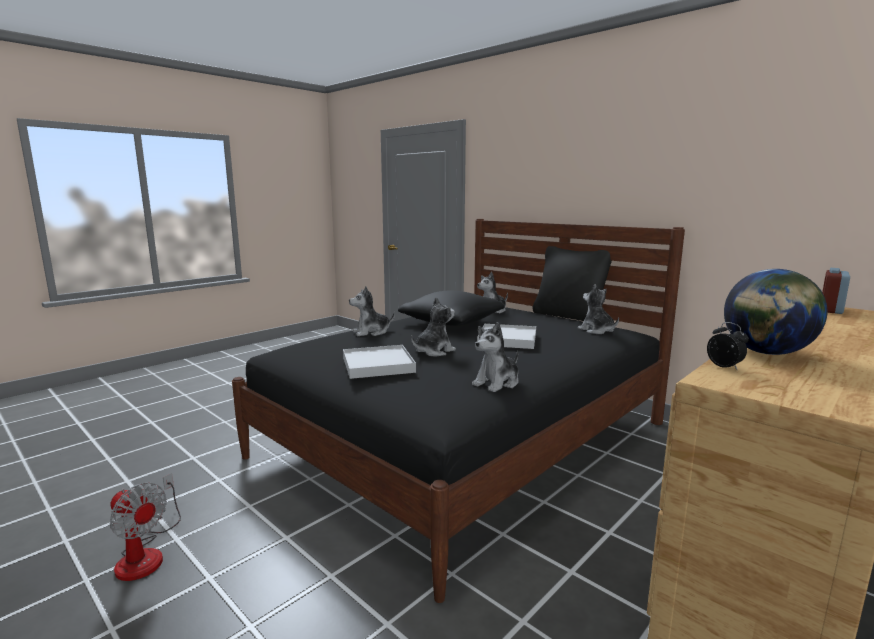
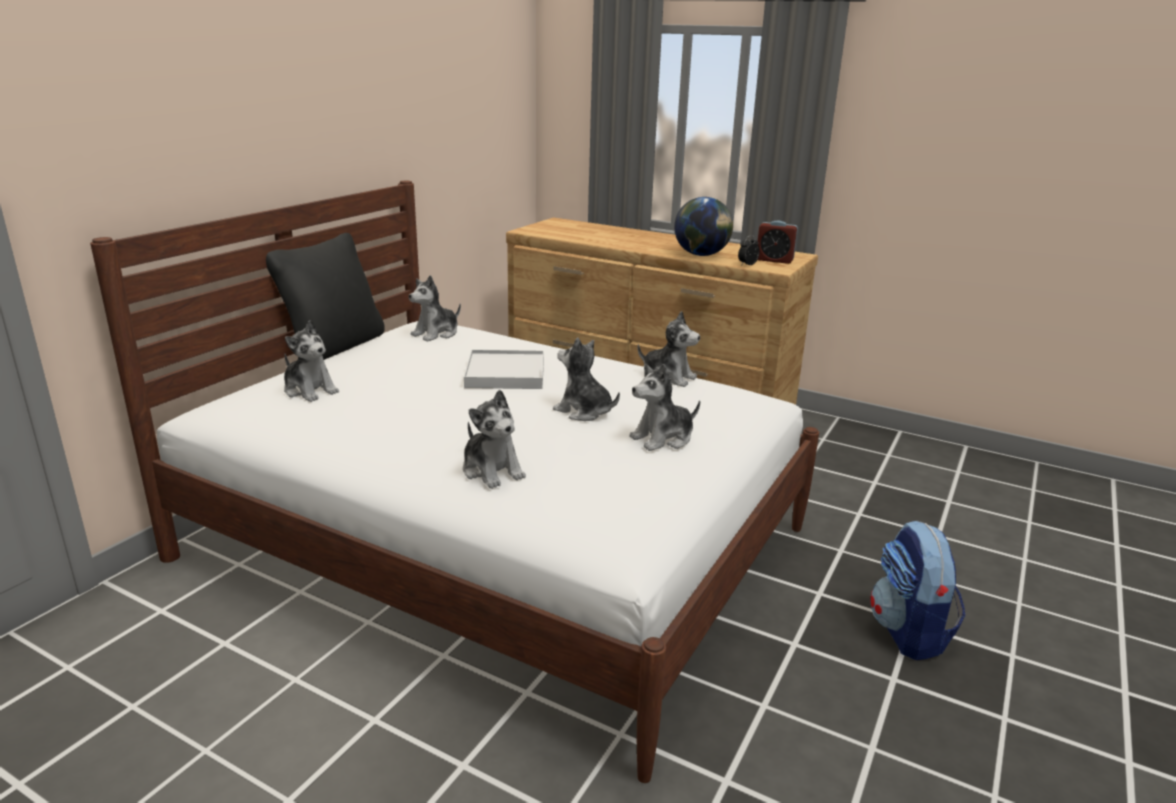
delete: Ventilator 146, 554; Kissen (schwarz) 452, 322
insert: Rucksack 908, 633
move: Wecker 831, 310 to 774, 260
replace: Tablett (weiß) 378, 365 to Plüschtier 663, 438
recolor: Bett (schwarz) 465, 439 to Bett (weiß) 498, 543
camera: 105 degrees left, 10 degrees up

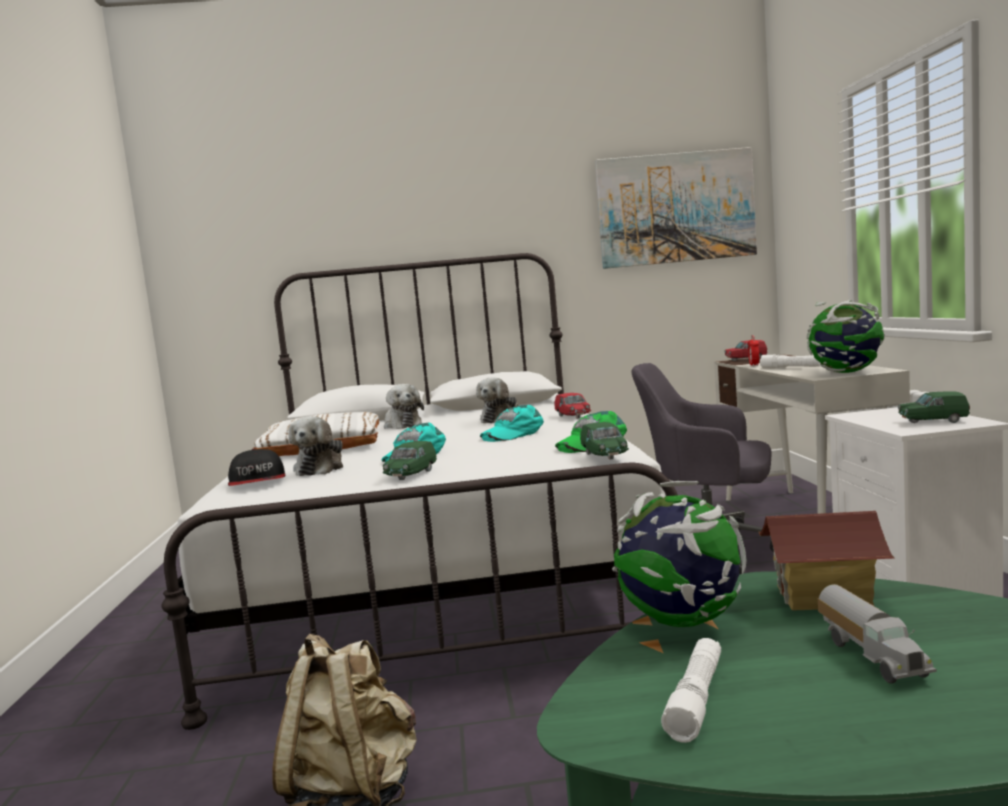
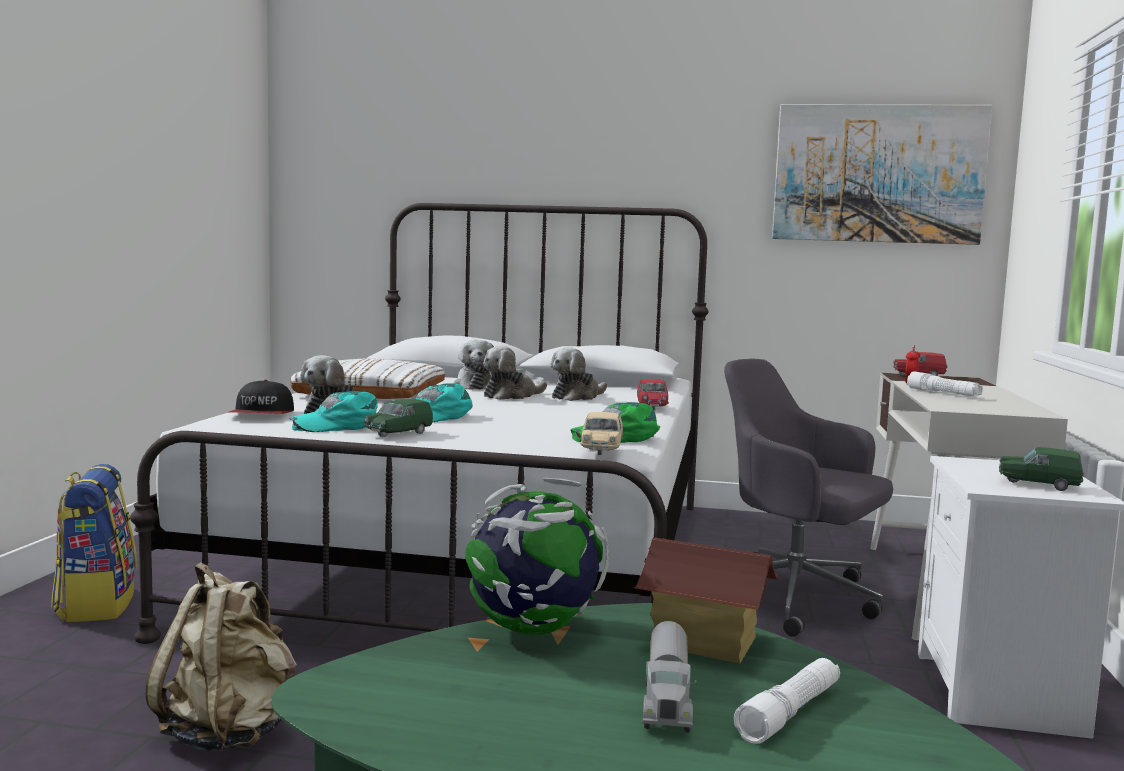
delete: Globus 846, 372
insert: Rucksack 96, 604; Plüschtier 511, 396
move: Kappe (türkis) 513, 434 to 339, 425; Taschenlampe (weiß) 696, 699 to 790, 712
recolor: Spielzeugauto (grün) 605, 455 to Spielzeugauto (beige) 601, 450
camera: 15 degrees right, 0 degrees up

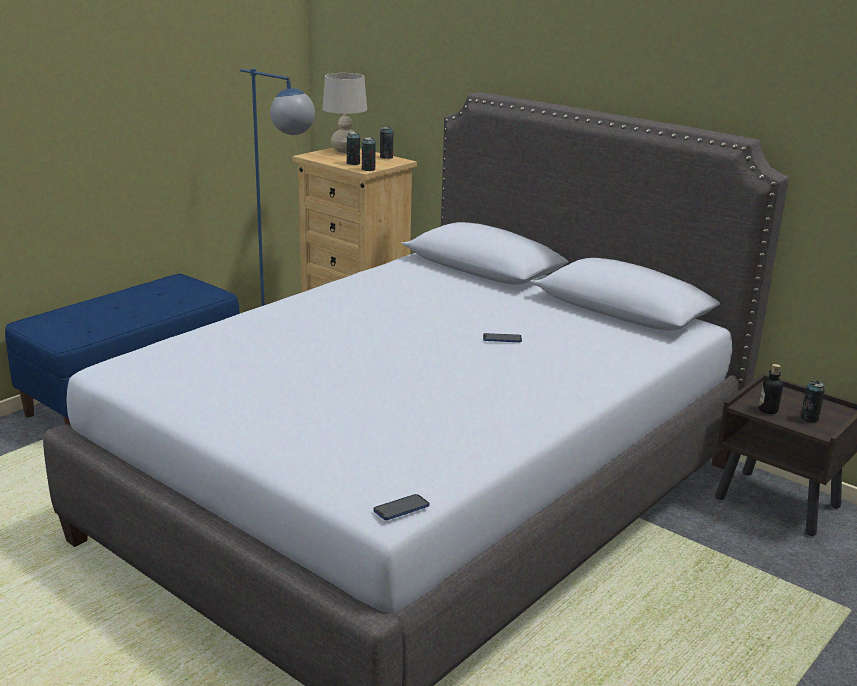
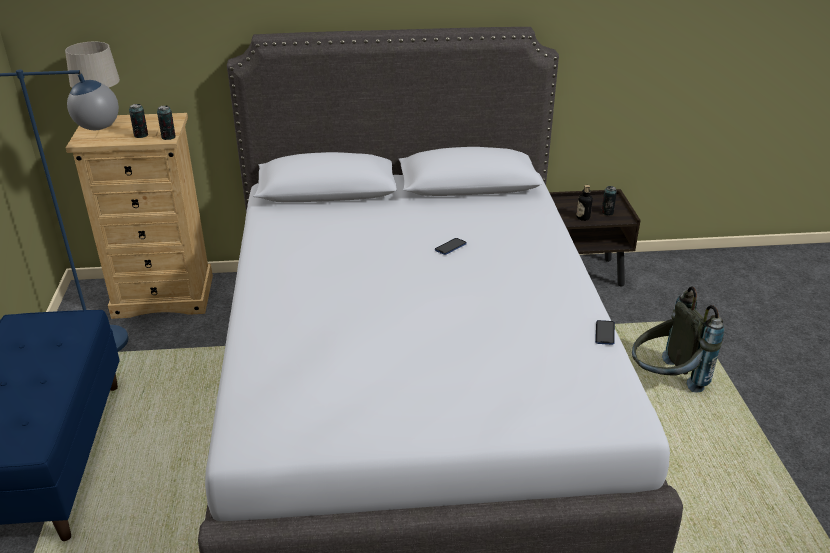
delete: Dose 386, 157
insert: Rucksack (grau) 665, 382
move: Handy 401, 508 to 604, 333
camera: 45 degrees left, 10 degrees up

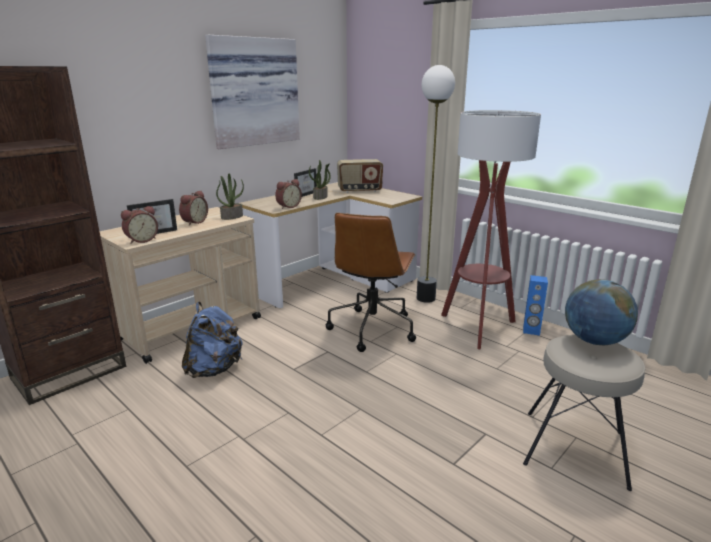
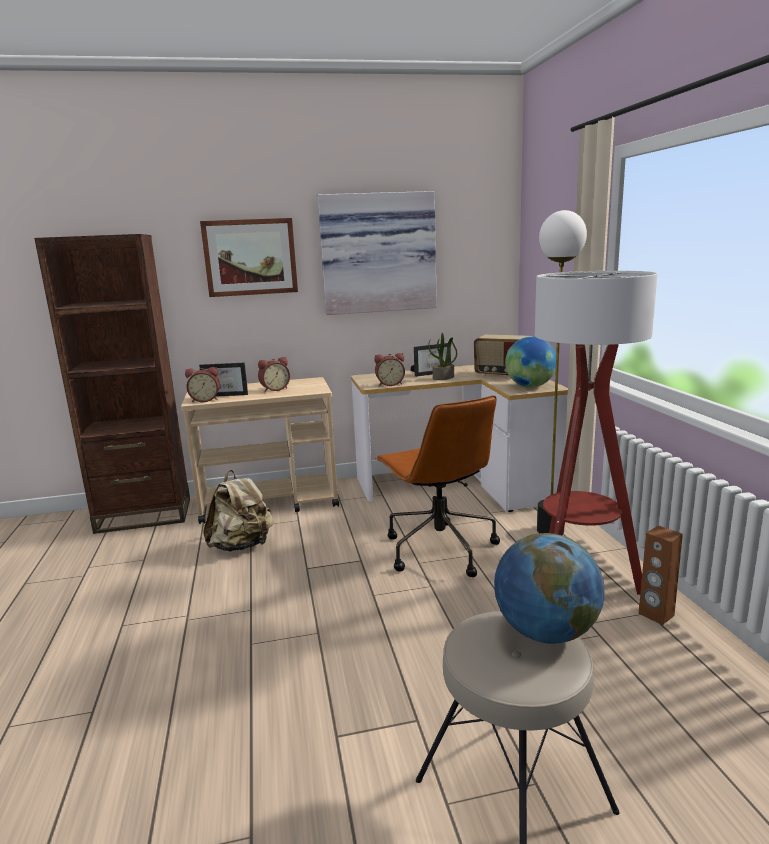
delete: Topfpflanze 232, 217
insert: Bild 250, 257; Globus 530, 386
recolor: Rucksack (blau) 214, 369 to Rucksack (beige) 242, 546; Lautsprecher (blau) 531, 331 to Lautsprecher (braun) 656, 614
rotate: Bürostuhl (braun) 372, 328 = 439, 549 75 degrees counterclockwise
camera: 35 degrees right, 5 degrees down

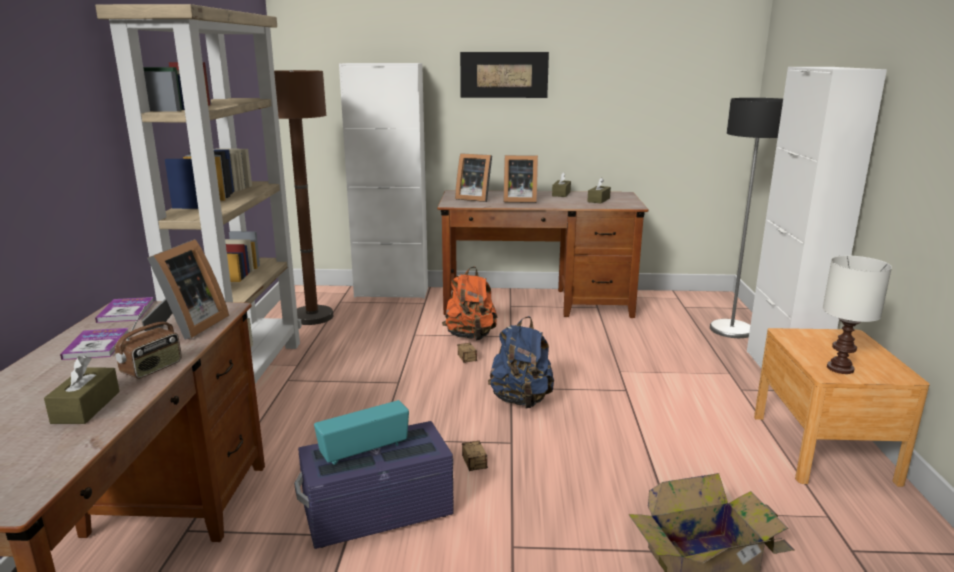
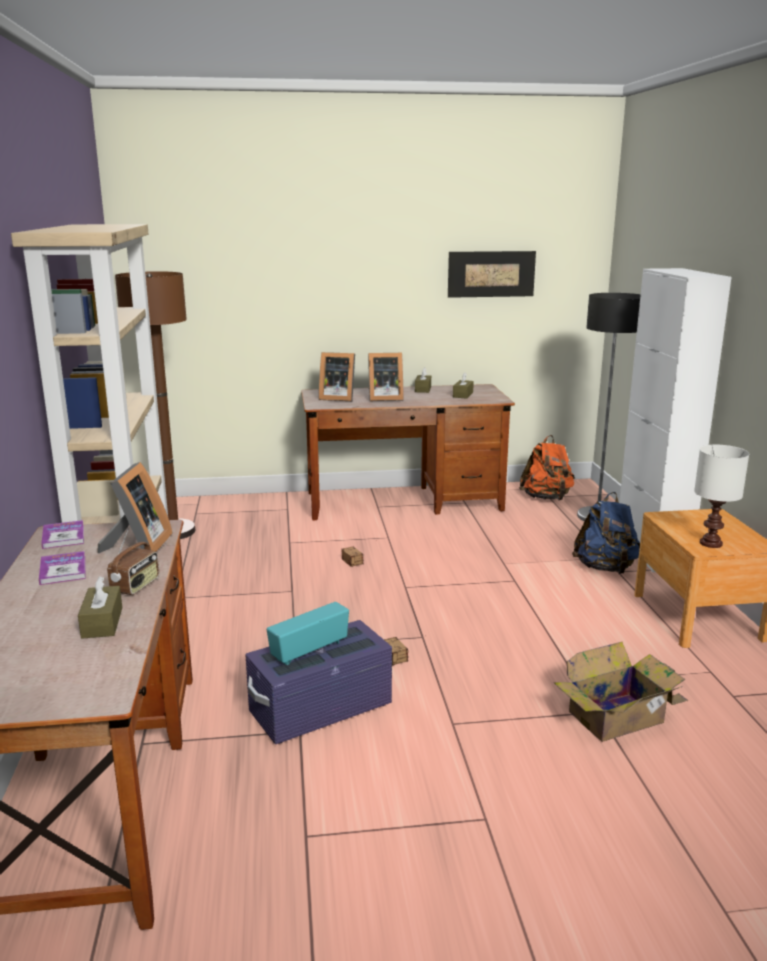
delete: Schrank (weiß) 391, 292
move: Rucksack (orange) 470, 336 to 546, 498; Bild 504, 75 to 491, 274; Rucksack (blau) 521, 400 to 605, 568
camera: 10 degrees left, 0 degrees up

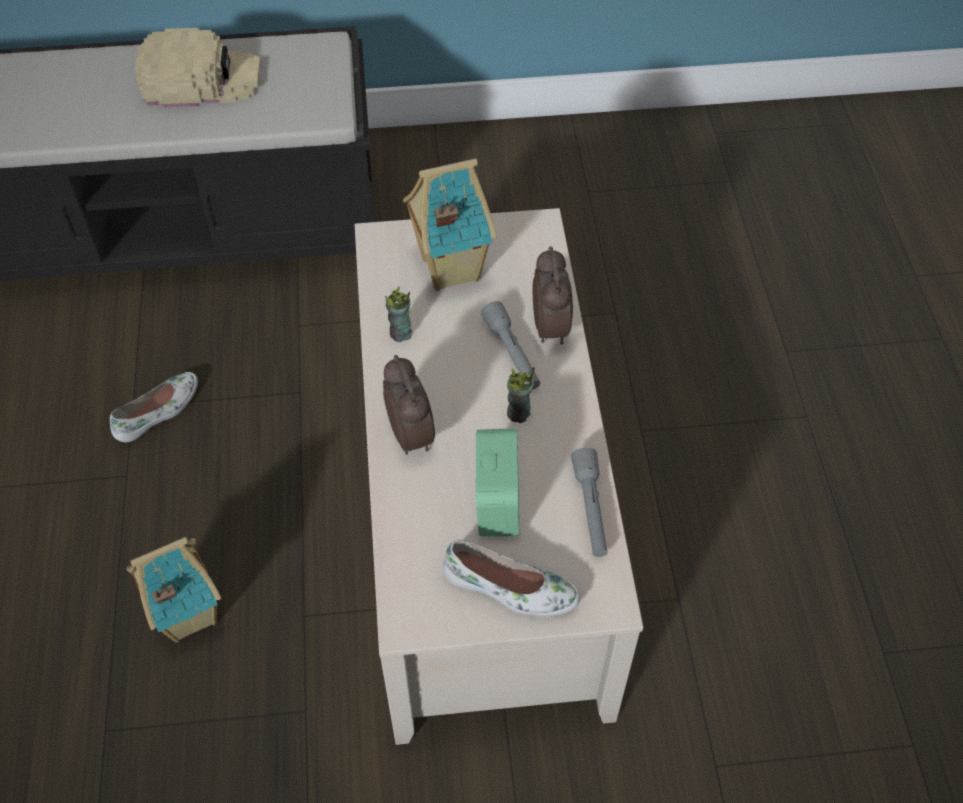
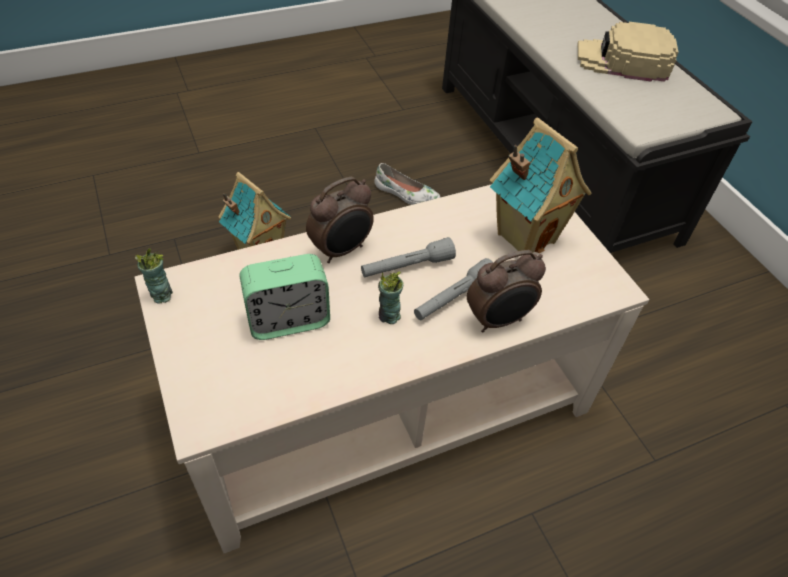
delete: Schuh (weiß) 510, 588
move: Tasse 400, 334 to 161, 295; Taschenlampe (grau) 590, 509 to 407, 267
rotate: Kappe (beige) 200, 78 = 623, 60 120 degrees clockwise
camera: 70 degrees right, 5 degrees down

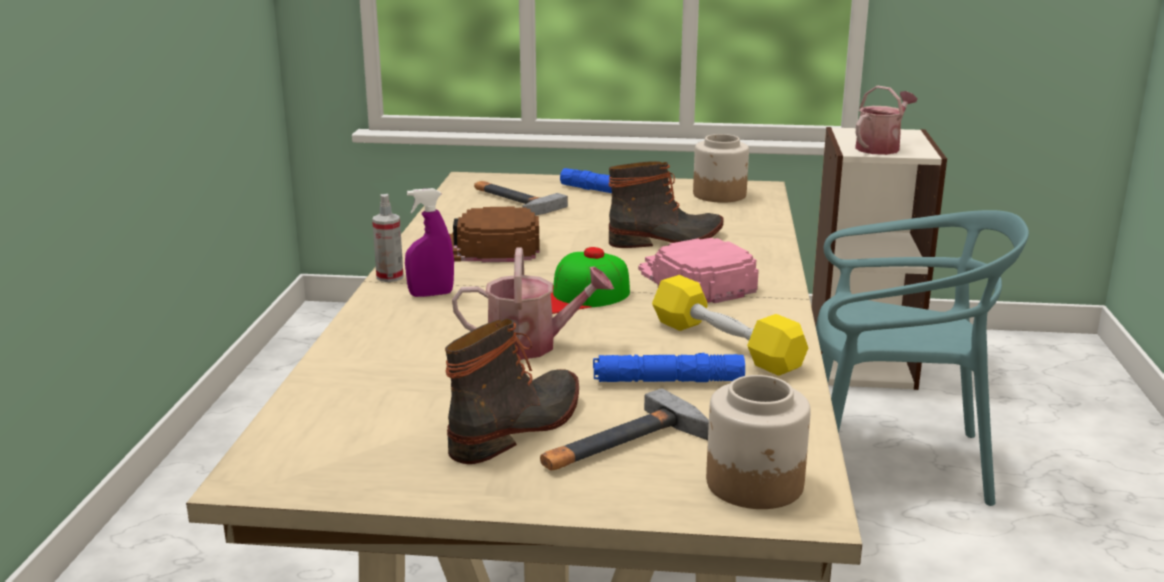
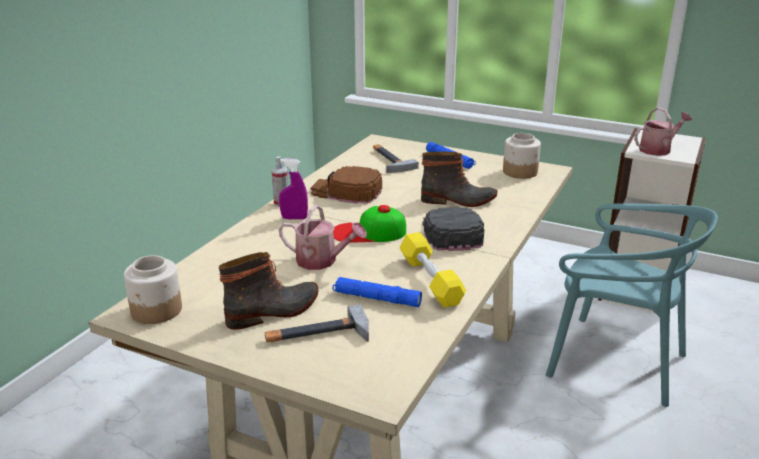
move: Vorratsglas 755, 484 to 156, 311
recolor: Kappe (rosa) 694, 280 to Kappe (schwarz) 450, 232
camera: 20 degrees right, 5 degrees up

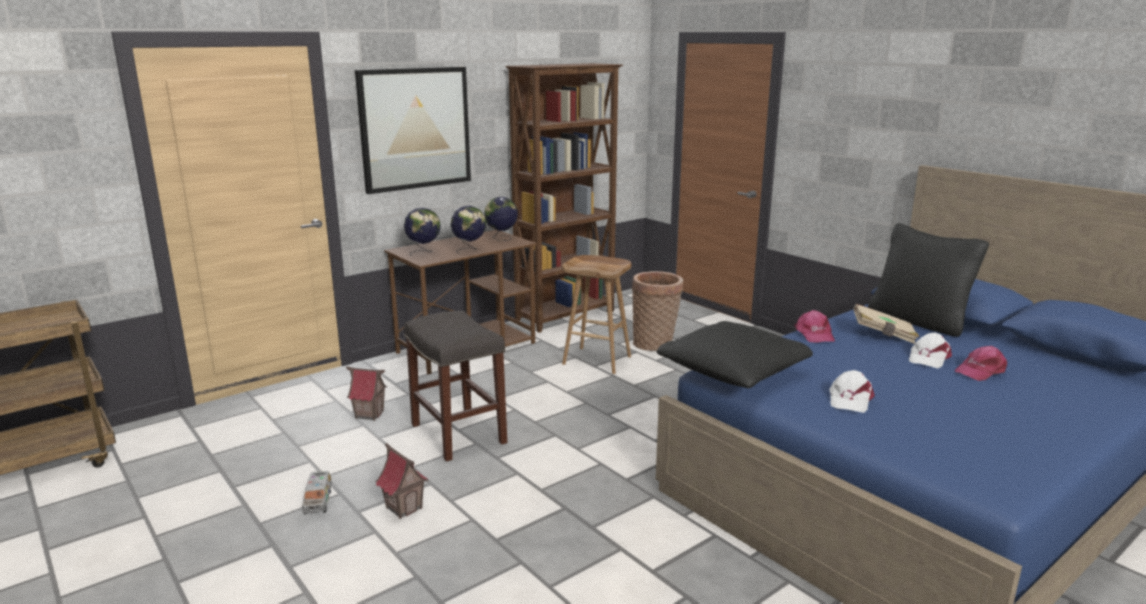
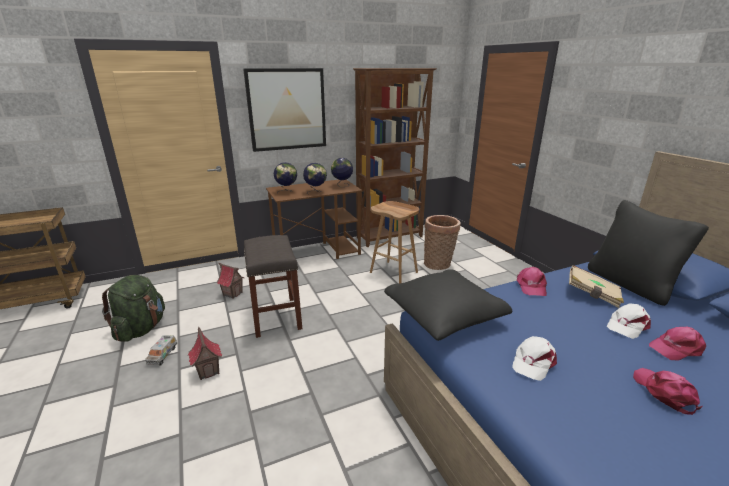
insert: Rucksack (grün) 141, 329; Kappe (rosa) 664, 392
camera: 15 degrees right, 5 degrees up

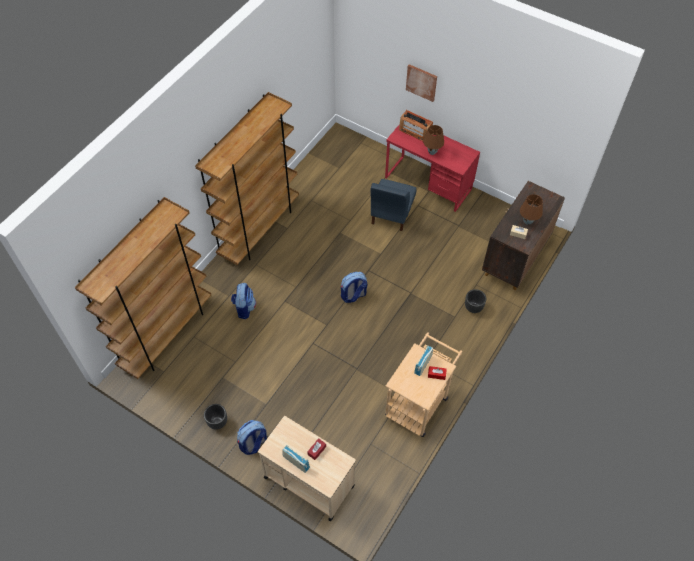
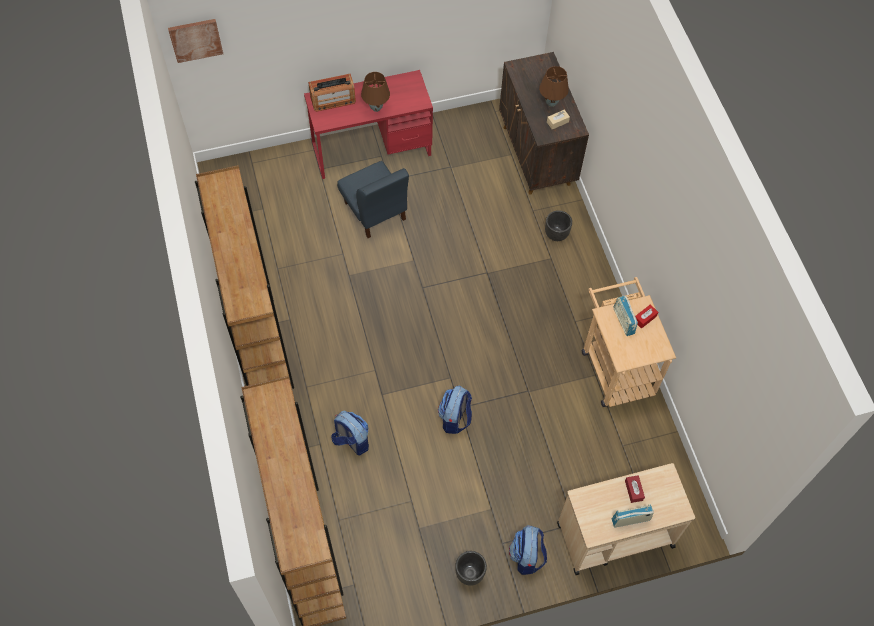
move: Rucksack 353, 295 to 455, 418; Bild 421, 82 to 195, 39
camera: 50 degrees left, 5 degrees up

